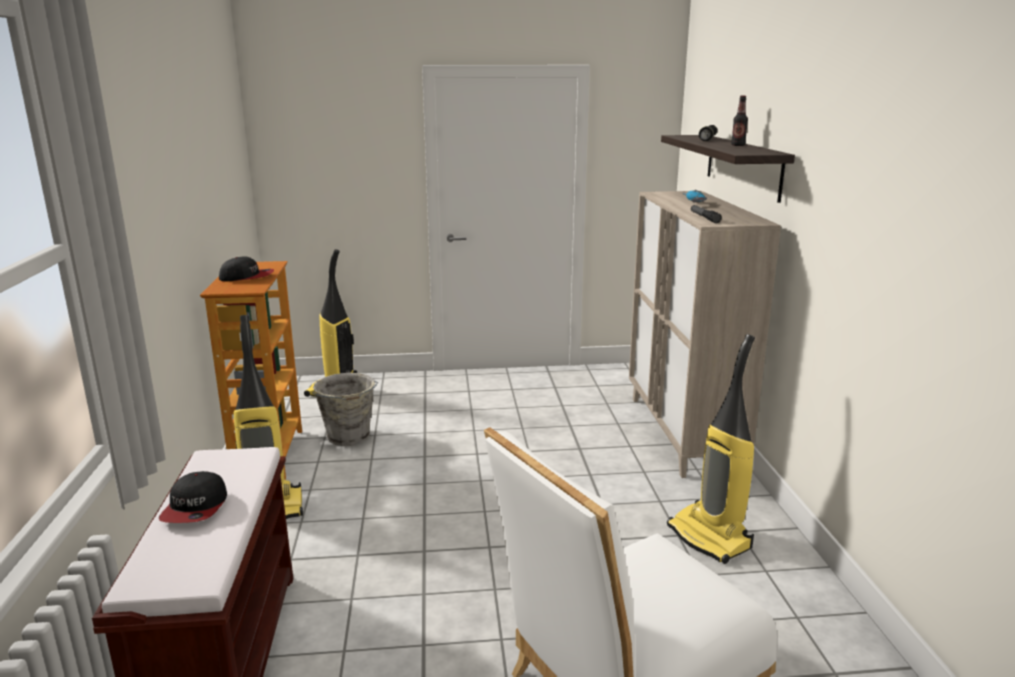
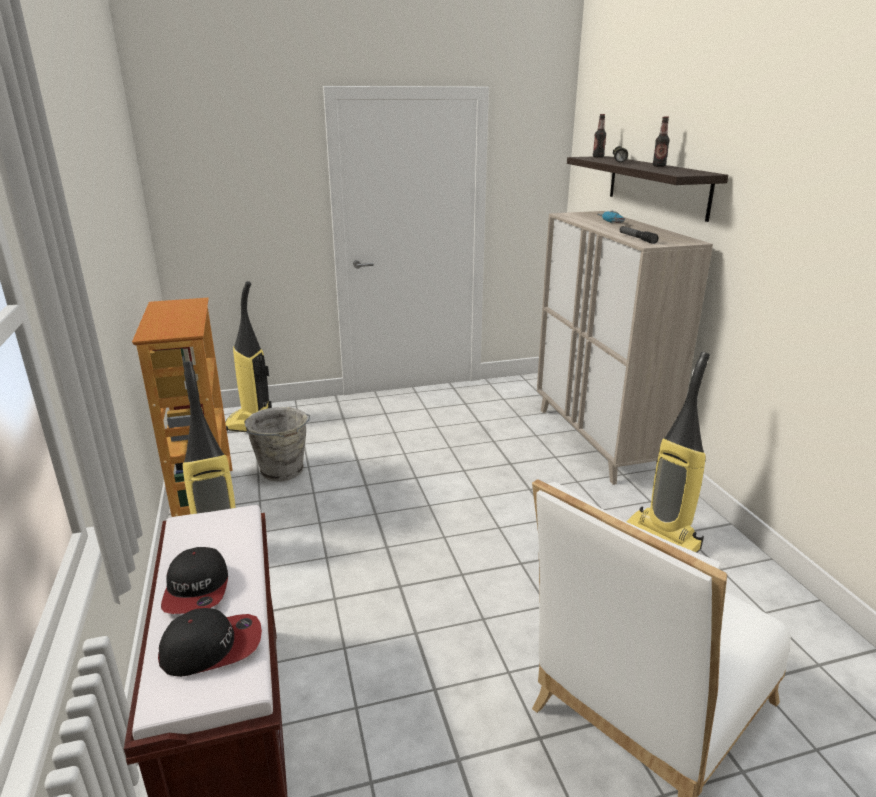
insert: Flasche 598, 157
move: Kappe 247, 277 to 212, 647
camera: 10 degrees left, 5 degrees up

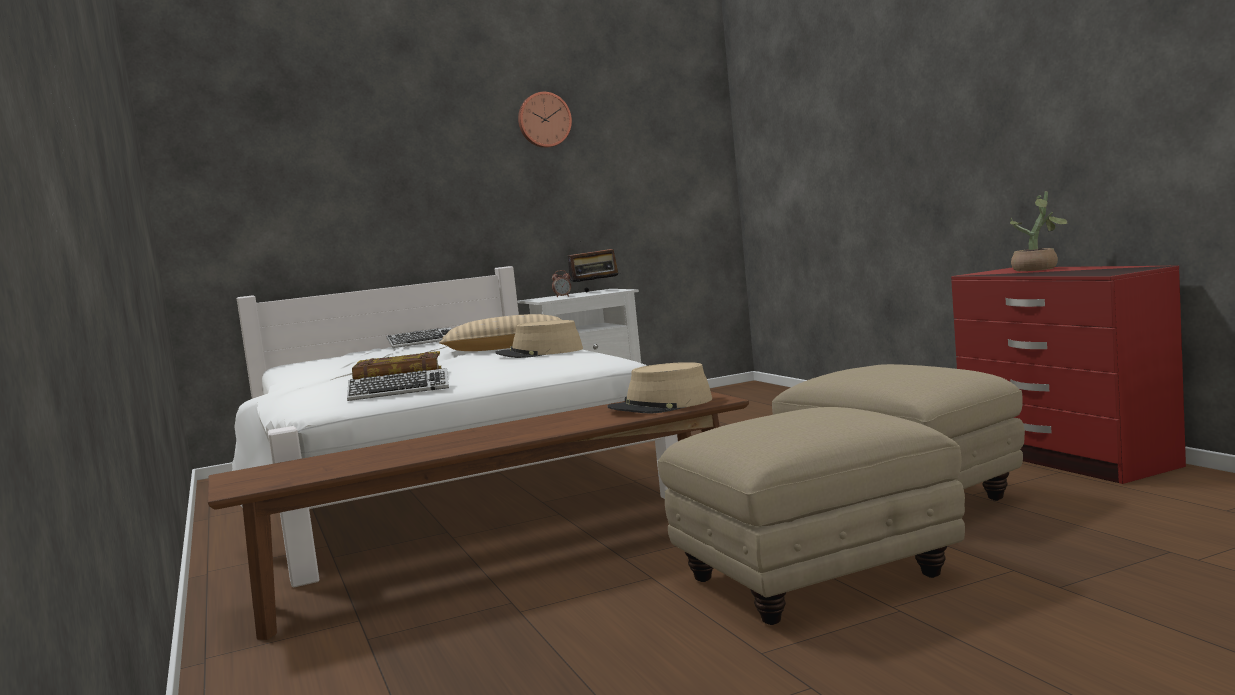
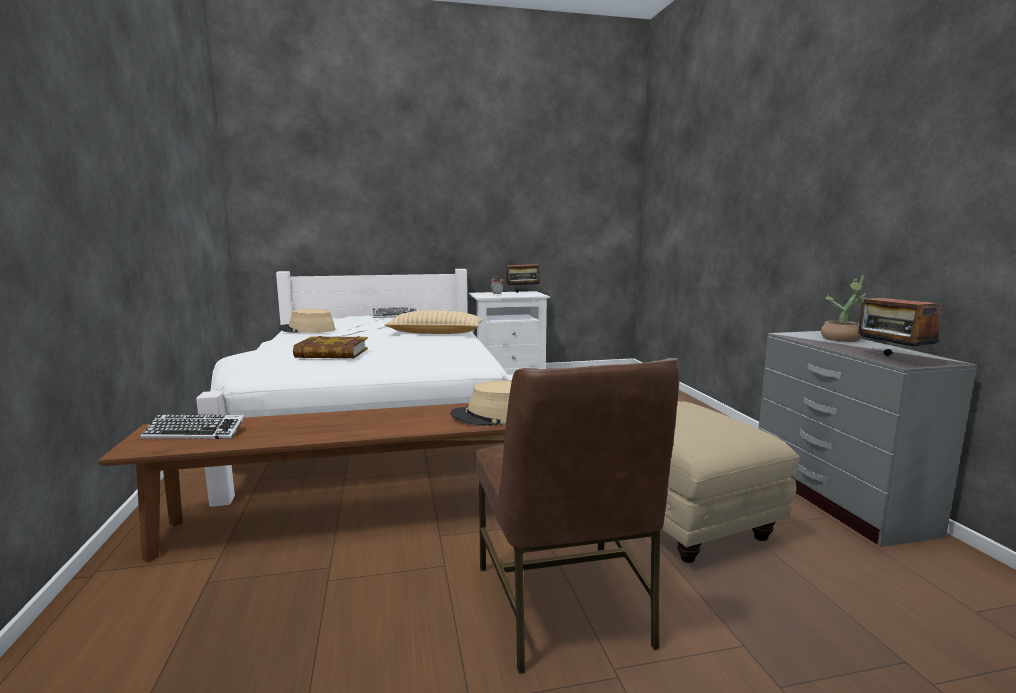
delete: Wanduhr 544, 120
insert: Radio 891, 359
move: Tastatur 399, 392 to 195, 433; Hut (beige) 539, 353 to 307, 330
replace: Polsterhocker (beige) 811, 579 to Stuhl (braun) 563, 606
recolor: Kommode (rot) 1065, 457 to Kommode (grau) 837, 499
camera: 10 degrees right, 5 degrees up

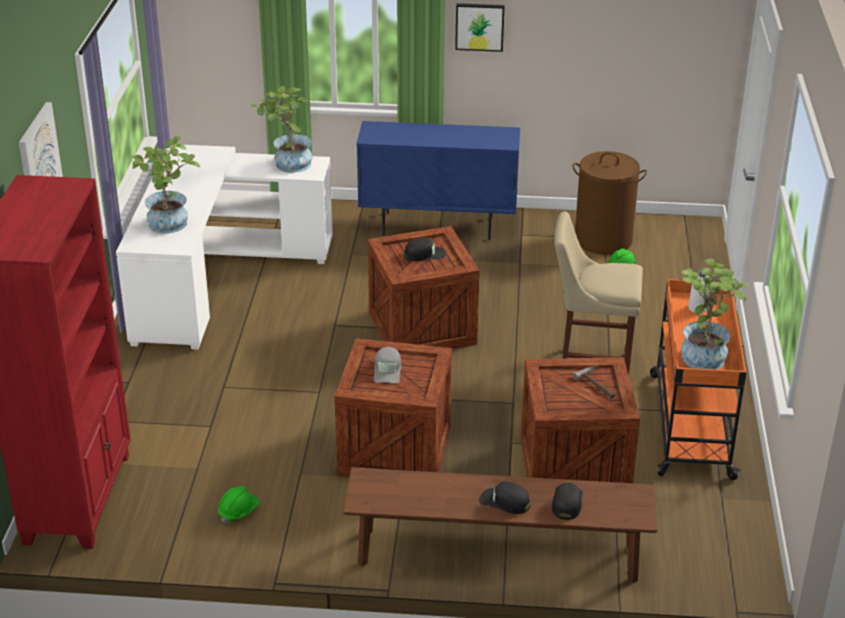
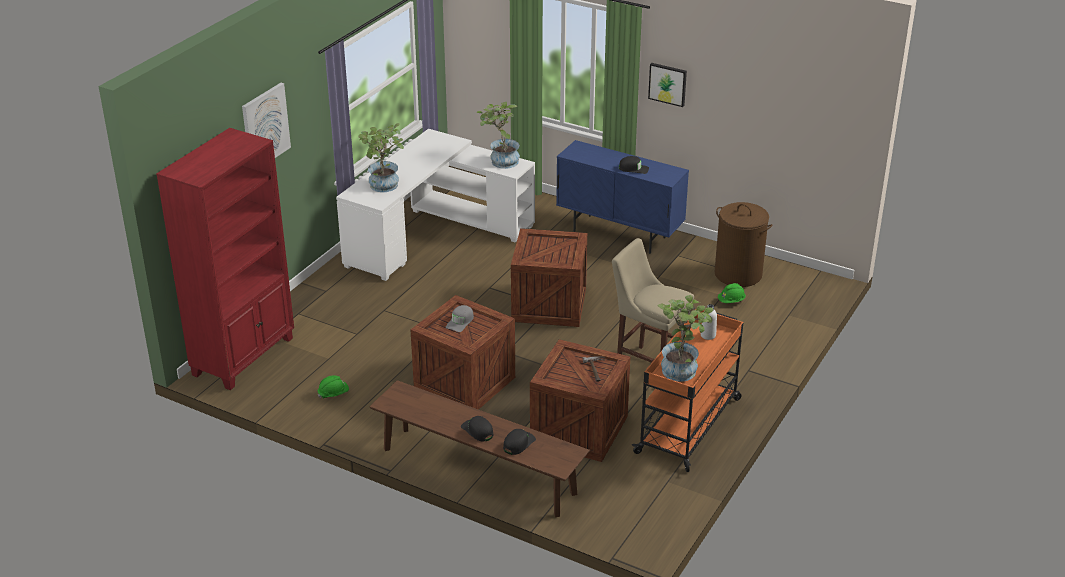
move: Kappe (schwarz) 424, 255 to 633, 169
camera: 25 degrees right, 0 degrees up

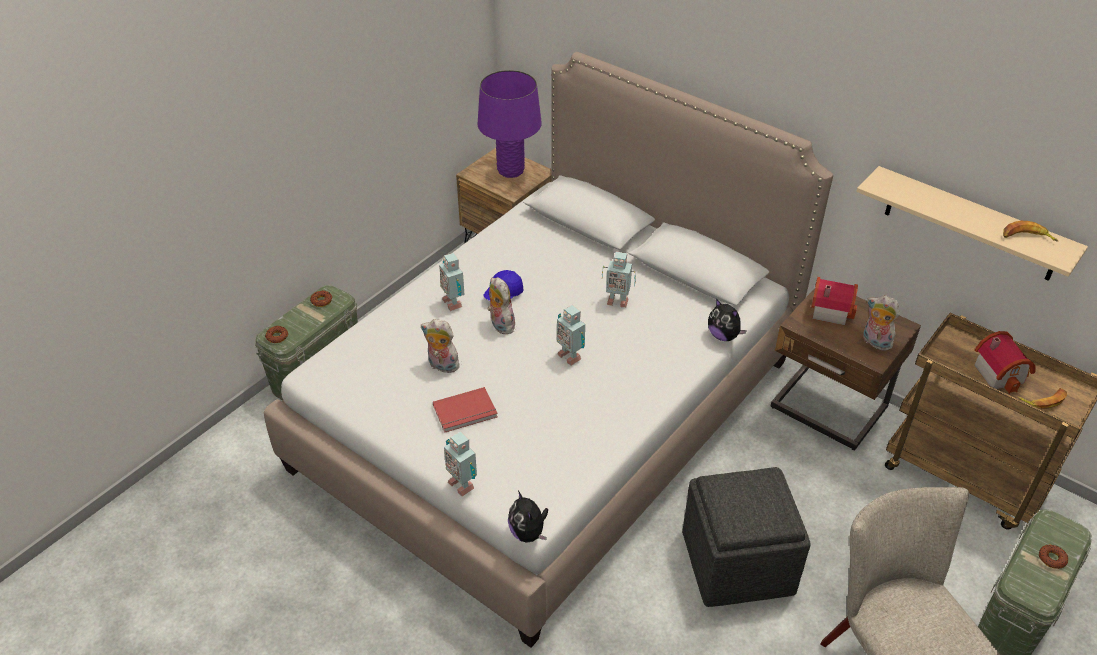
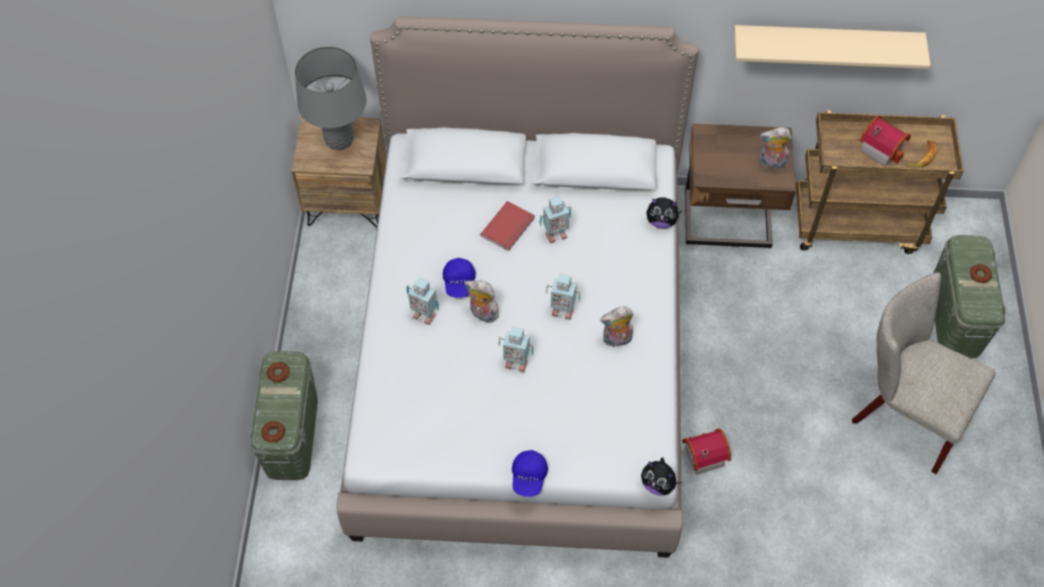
delete: Polsterhocker (grau) 736, 561; Banane 1026, 237
insert: Kappe (blau) 529, 477
move: Plüschtier 441, 366 to 616, 340; Buch (rot) 466, 412 to 509, 227; Spielzeugroboter 462, 484 to 516, 362; Spielzeughaus 829, 309 to 702, 455
recolor: Tischlampe (lila) 510, 171 to Tischlampe (grau) 339, 140
camera: 35 degrees left, 15 degrees up

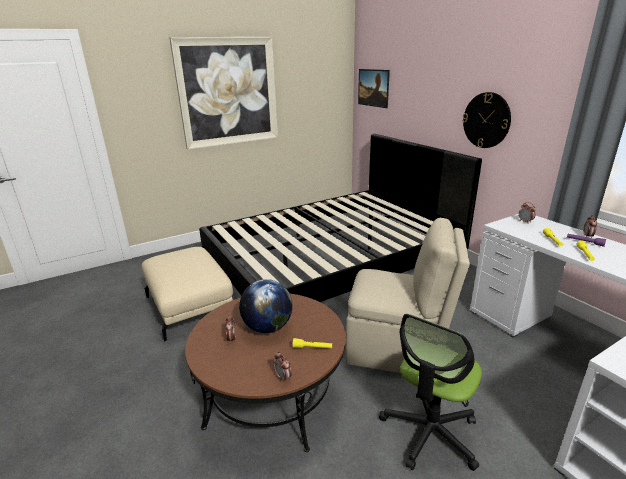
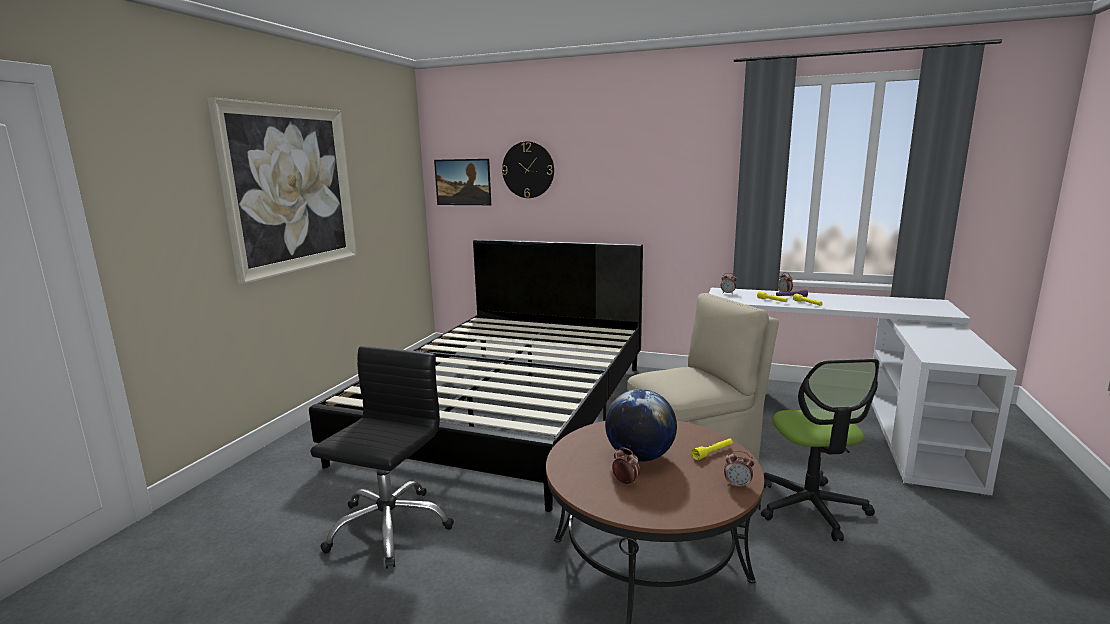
move: Wanduhr 486, 120 to 528, 170
replace: Polsterhocker (beige) 190, 307 to Bürostuhl (schwarz) 388, 527
camera: 40 degrees left, 10 degrees down

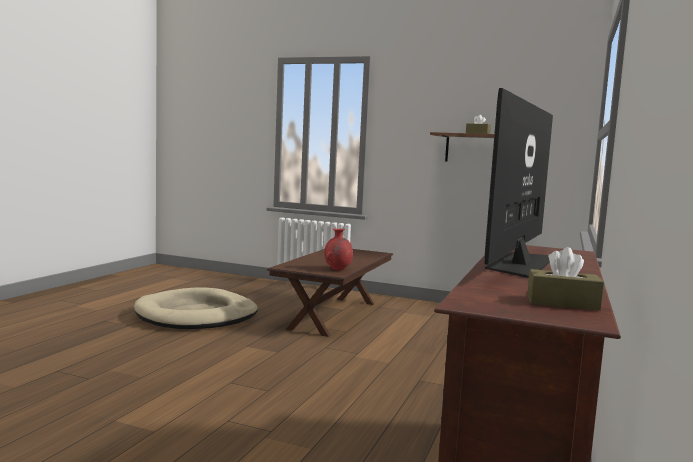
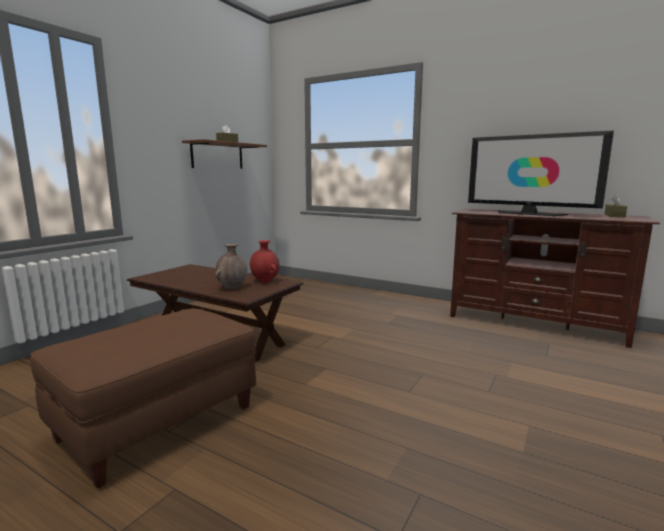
insert: Vase (braun) 232, 287
replace: Hundebett (beige) 197, 315 to Polsterhocker (braun) 157, 421
camera: 80 degrees left, 5 degrees up

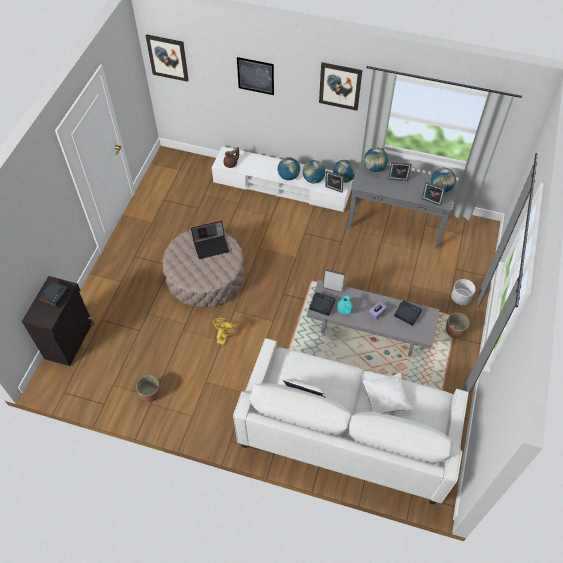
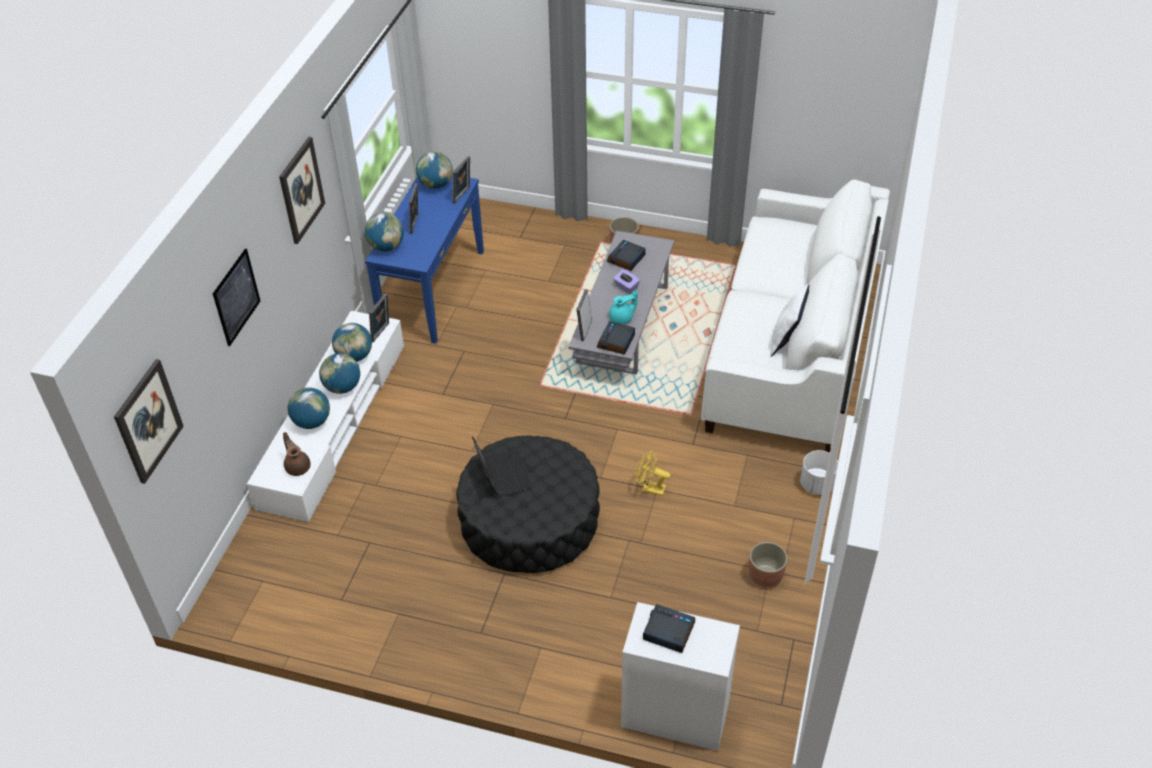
delete: Kissen (weiß) 386, 397
move: Globus 343, 179 to 312, 422; Pflanzkübel (weiß) 460, 298 to 817, 485
recolor: Schrank (schwarz) 70, 340 to Schrank (weiß) 674, 714; Polsterhocker (beige) 205, 276 to Polsterhocker (schwarz) 529, 520; Konsolentisch (grau) 396, 223 to Konsolentisch (blau) 432, 290
camera: 90 degrees left, 10 degrees down

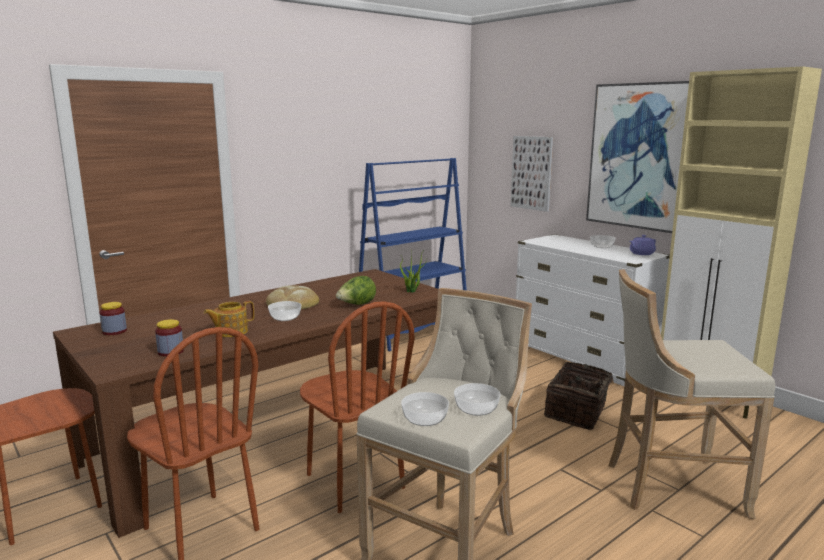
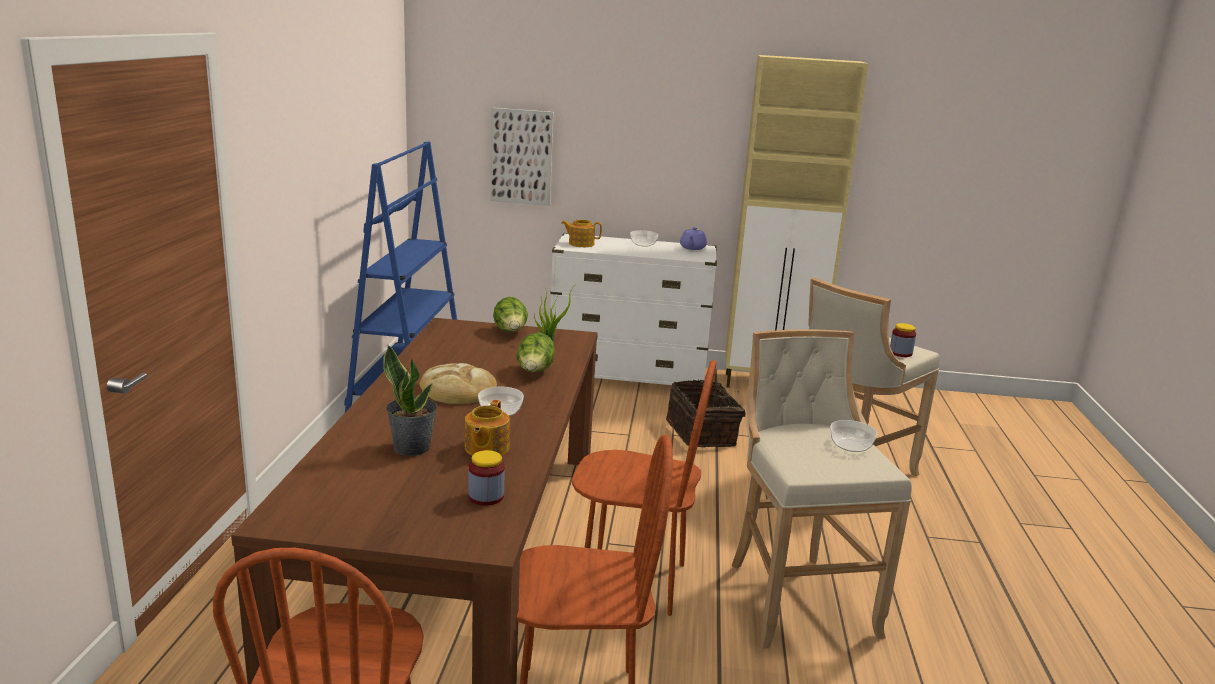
delete: Schüssel 424, 420; Bild 641, 156
insert: Topfpflanze 412, 447; Salatkopf 511, 332; Teekanne 580, 244
move: Vorratsglas 114, 331 to 900, 353
camera: 45 degrees left, 5 degrees up

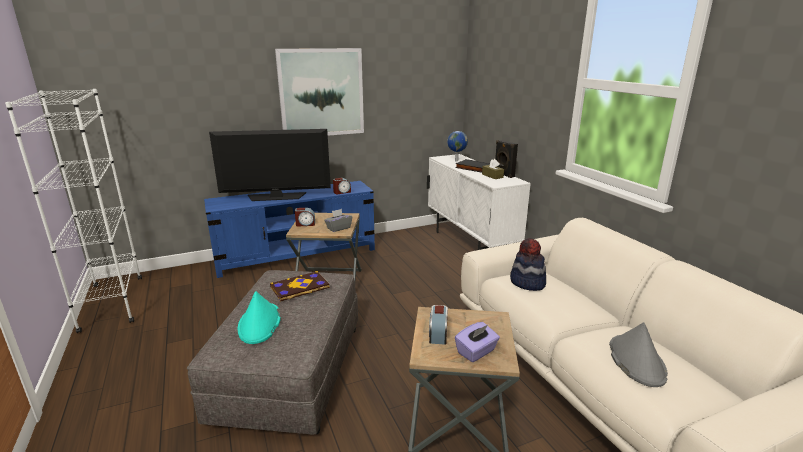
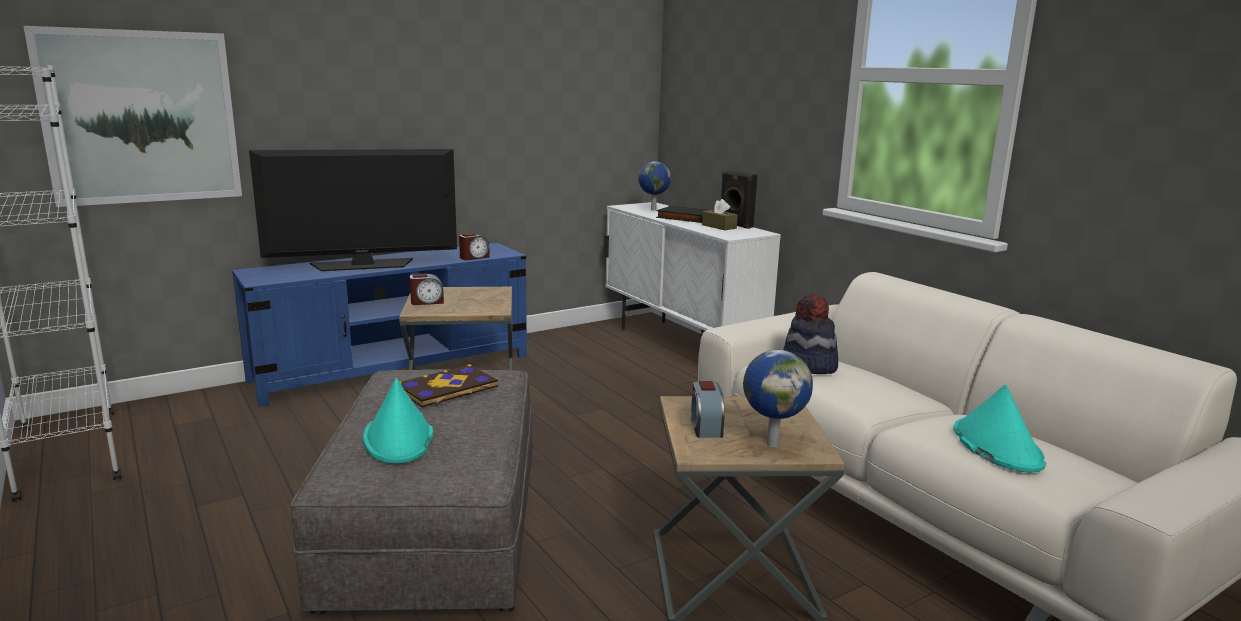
delete: Taschentuchbox (grau) 338, 228
move: Bild 321, 93 to 141, 117
replace: Taschentuchbox (lila) 476, 352 to Globus 772, 443
recolor: Hut (grau) 636, 361 to Hut (türkis) 996, 446
camera: 10 degrees left, 5 degrees down

